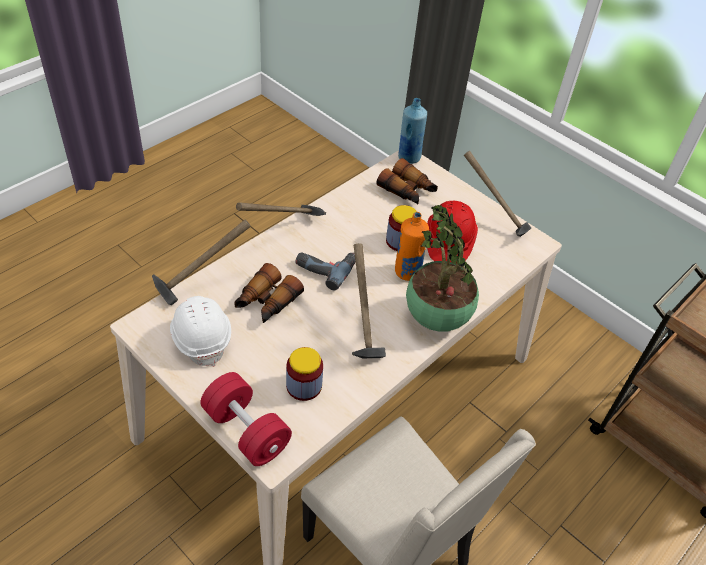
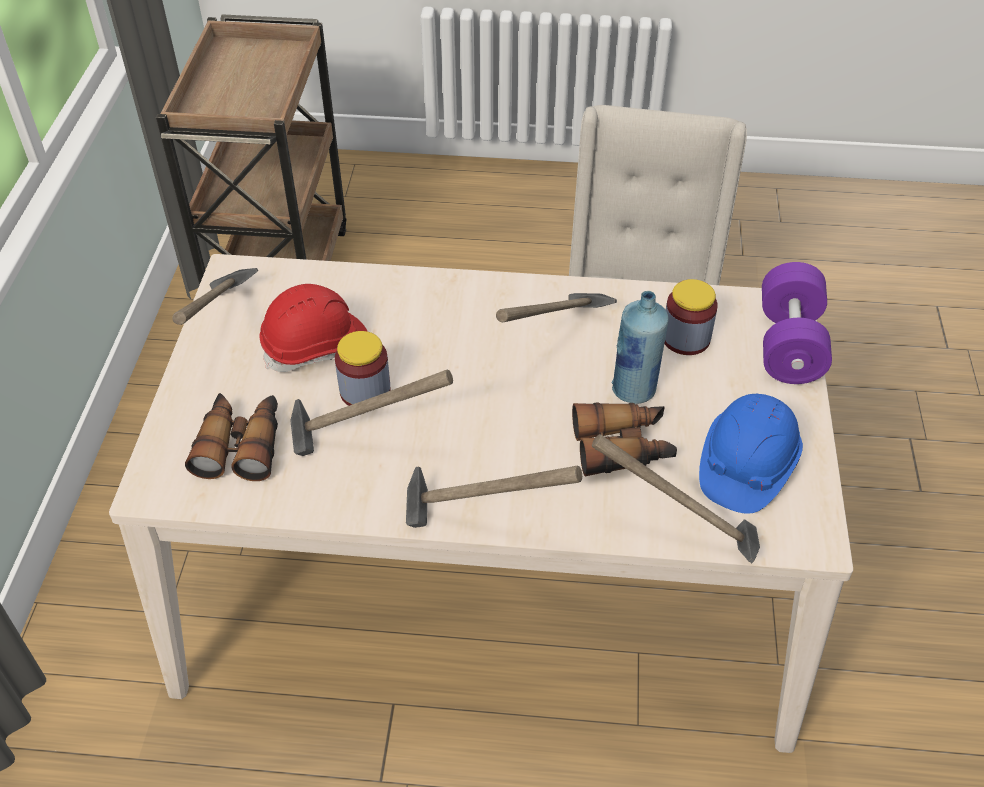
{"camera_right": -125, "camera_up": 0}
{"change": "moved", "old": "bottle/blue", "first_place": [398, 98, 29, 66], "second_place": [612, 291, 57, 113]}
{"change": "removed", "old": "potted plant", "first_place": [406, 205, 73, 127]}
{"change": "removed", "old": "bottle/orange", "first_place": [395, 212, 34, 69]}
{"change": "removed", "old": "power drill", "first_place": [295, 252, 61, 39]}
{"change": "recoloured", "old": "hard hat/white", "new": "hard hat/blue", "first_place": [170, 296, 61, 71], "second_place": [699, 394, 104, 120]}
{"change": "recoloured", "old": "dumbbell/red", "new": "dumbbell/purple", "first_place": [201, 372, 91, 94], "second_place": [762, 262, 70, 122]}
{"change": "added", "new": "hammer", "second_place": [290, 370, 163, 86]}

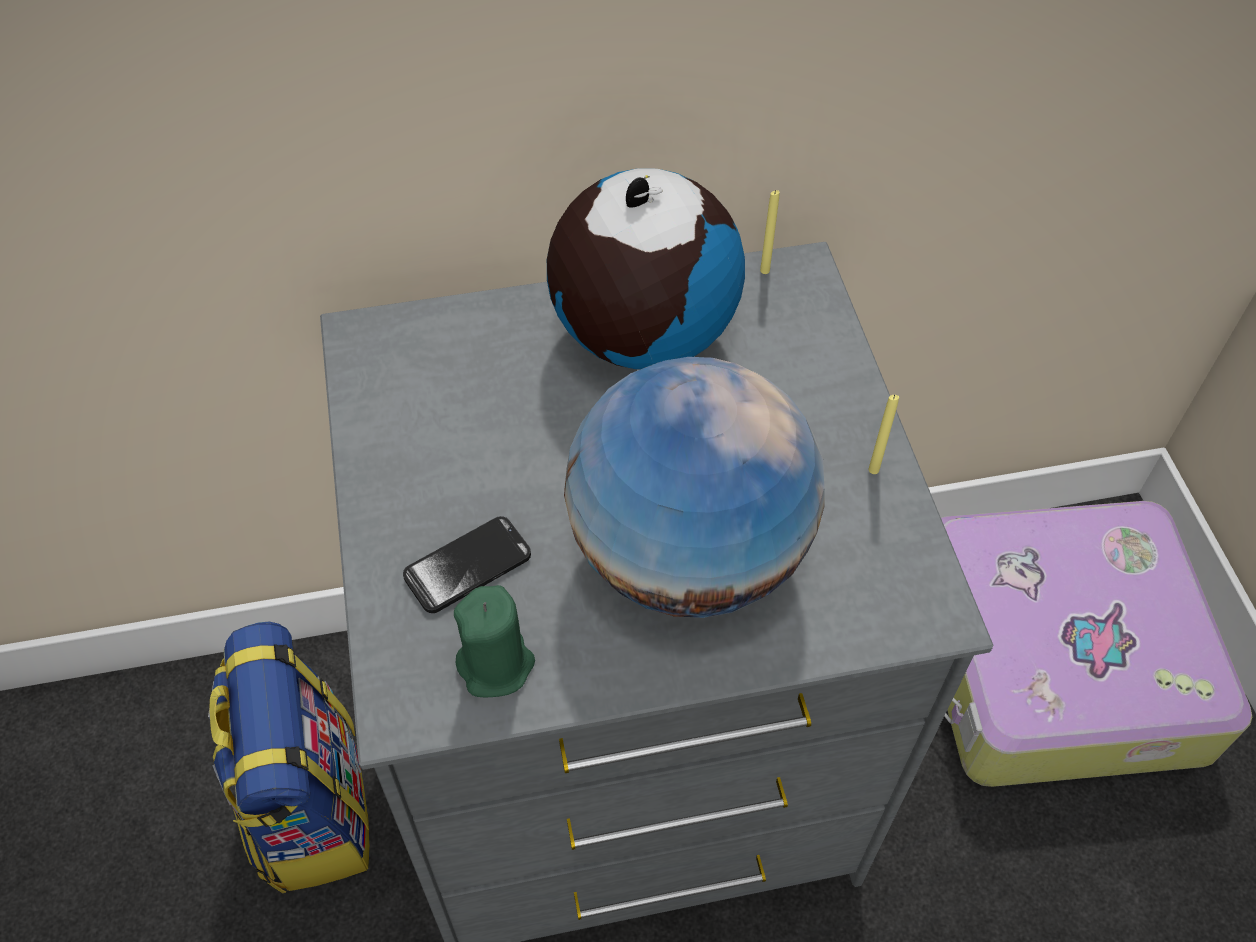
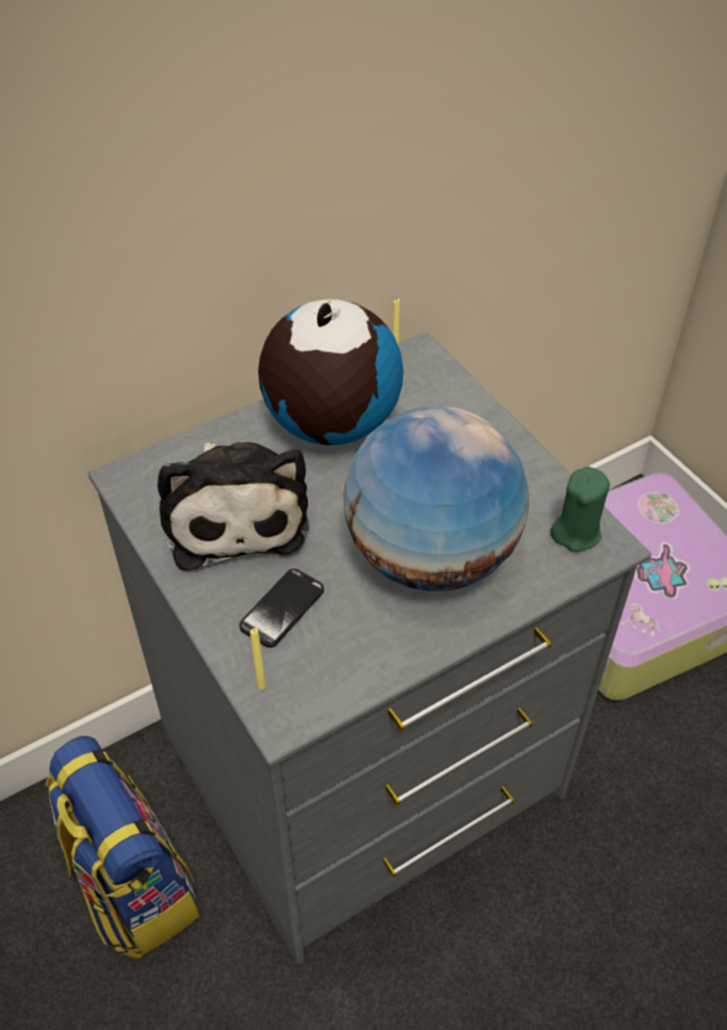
{"camera_right": -20, "camera_up": -5}
{"change": "moved", "old": "candle/yellow", "first_place": [869, 395, 30, 79], "second_place": [250, 628, 16, 62]}
{"change": "moved", "old": "candle/green", "first_place": [454, 585, 81, 112], "second_place": [551, 467, 59, 85]}
{"change": "added", "new": "plush toy", "second_place": [157, 442, 152, 128]}

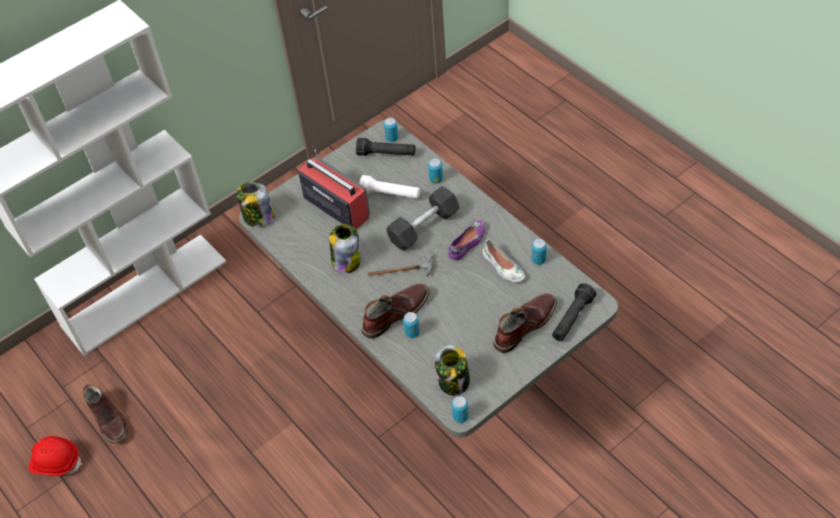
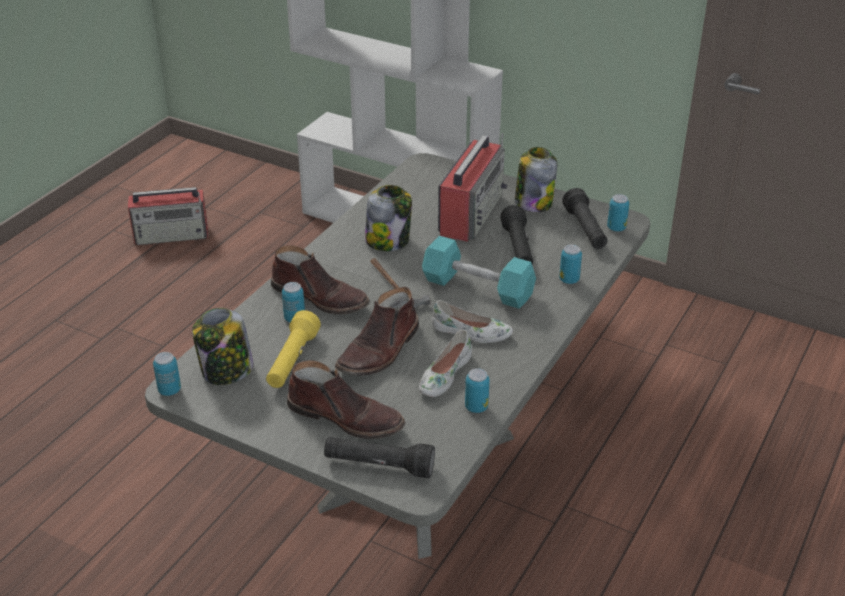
{"camera_right": 65, "camera_up": -15}
{"change": "recoloured", "old": "flashlight/white", "new": "flashlight/black", "first_place": [359, 175, 61, 24], "second_place": [500, 205, 33, 60]}
{"change": "moved", "old": "jar", "first_place": [237, 182, 37, 45], "second_place": [515, 147, 42, 65]}
{"change": "recoloured", "old": "dumbbell/black", "new": "dumbbell/turquoise", "first_place": [386, 186, 73, 65], "second_place": [422, 236, 114, 73]}
{"change": "recoloured", "old": "shoe/purple", "new": "shoe/white", "first_place": [448, 220, 37, 40], "second_place": [431, 300, 82, 43]}
{"change": "moved", "old": "boot/brown", "first_place": [83, 384, 44, 60], "second_place": [335, 287, 84, 89]}
{"change": "replaced", "old": "hard hat/red", "new": "radio", "first_place": [29, 436, 53, 40], "second_place": [128, 187, 80, 58]}
{"change": "added", "new": "flashlight/yellow", "second_place": [266, 310, 55, 78]}

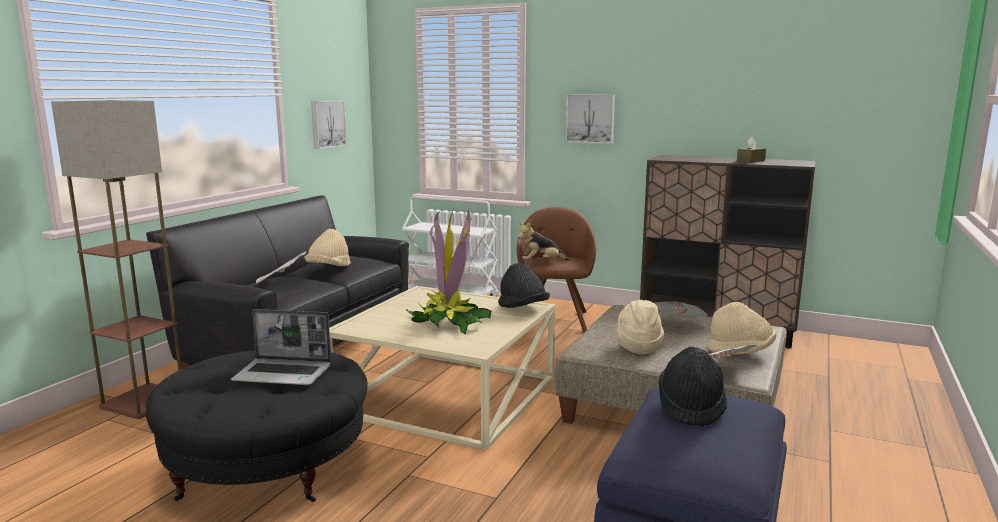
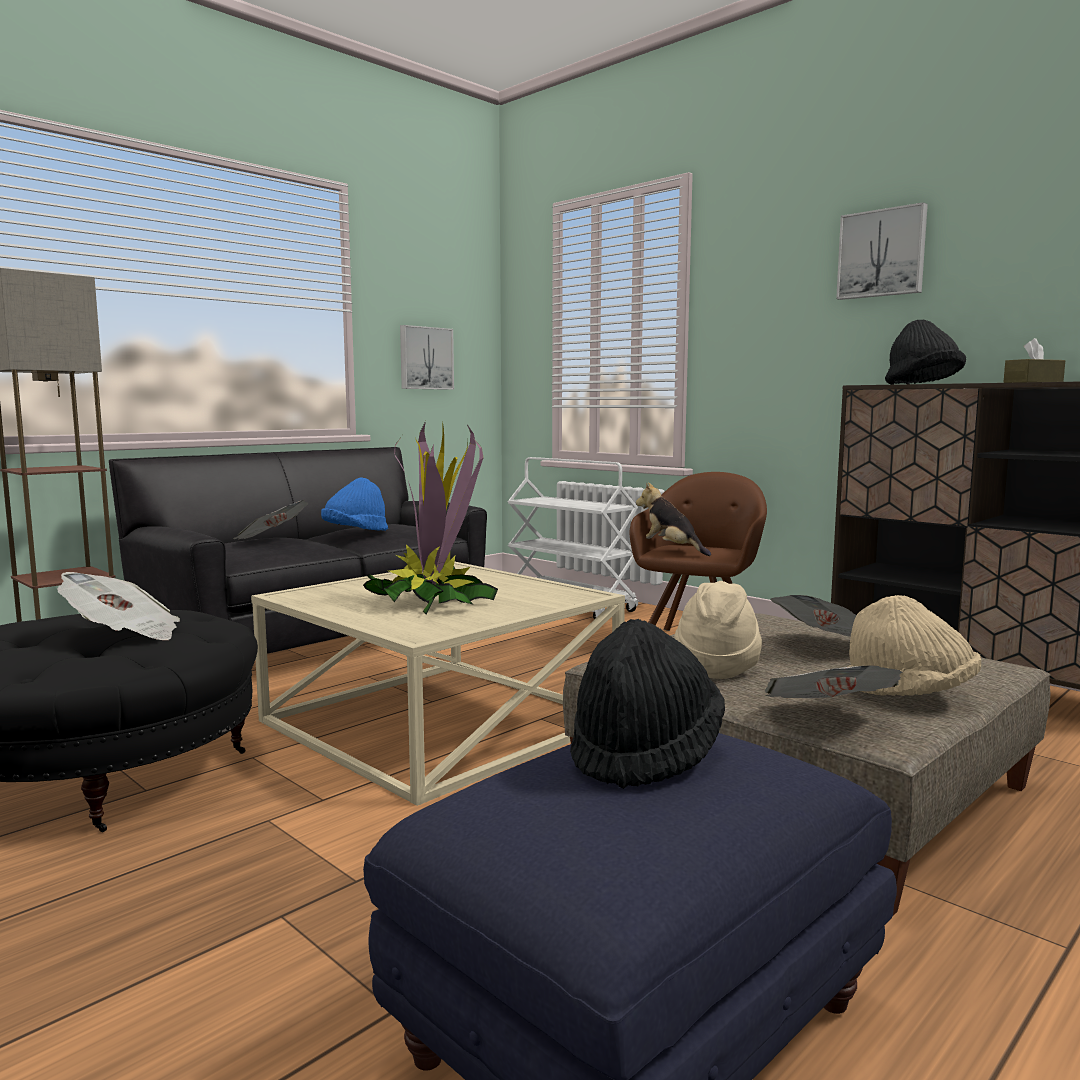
{"camera_right": 20, "camera_up": -5}
{"change": "moved", "old": "picture", "first_place": [566, 94, 49, 50], "second_place": [836, 202, 92, 98]}
{"change": "turned", "old": "plush toy", "first_place": [517, 222, 52, 39], "second_place": [636, 482, 75, 74], "degrees": 45}
{"change": "recoloured", "old": "hat/beige", "new": "hat/blue", "first_place": [305, 229, 46, 37], "second_place": [321, 478, 67, 53]}
{"change": "moved", "old": "hat/black", "first_place": [498, 263, 52, 45], "second_place": [885, 320, 81, 65]}
{"change": "replaced", "old": "laptop", "new": "newspaper", "first_place": [231, 309, 100, 76], "second_place": [57, 572, 123, 68]}

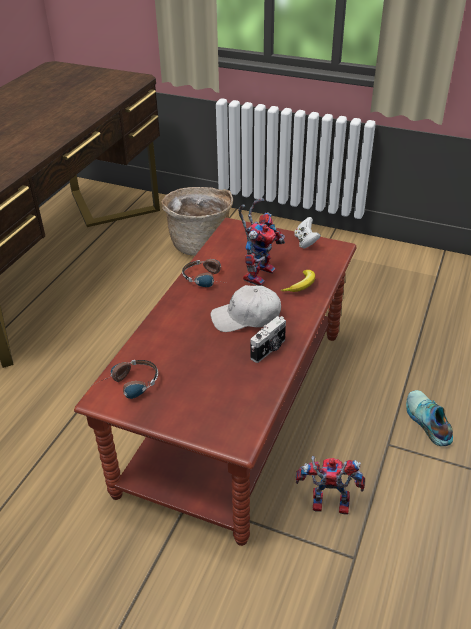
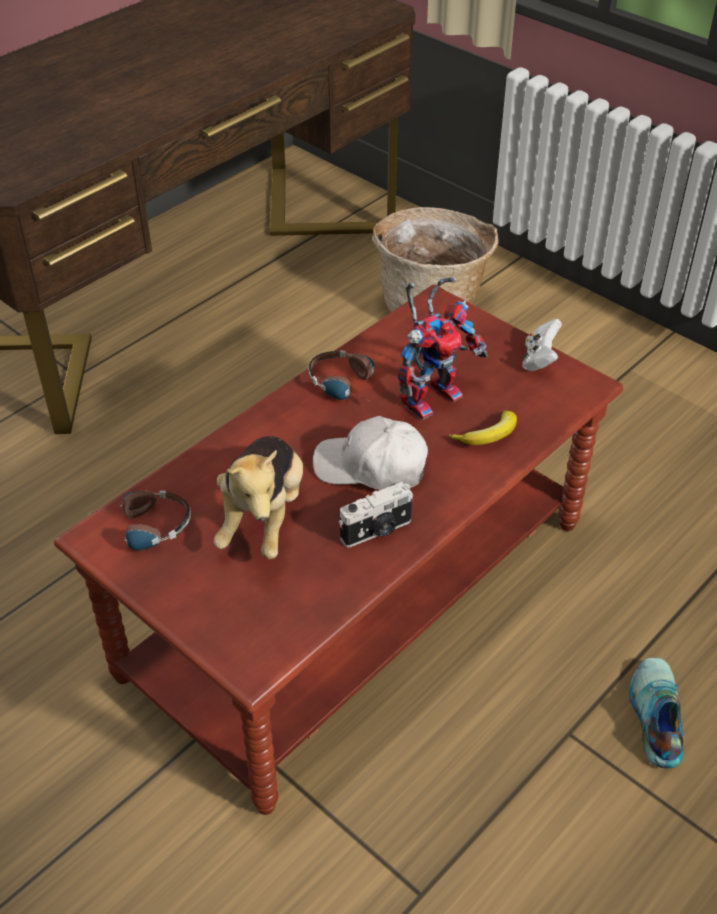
{"camera_right": 20, "camera_up": 5}
{"change": "removed", "old": "toy robot", "first_place": [296, 456, 69, 59]}
{"change": "added", "new": "plush toy", "second_place": [214, 436, 89, 123]}

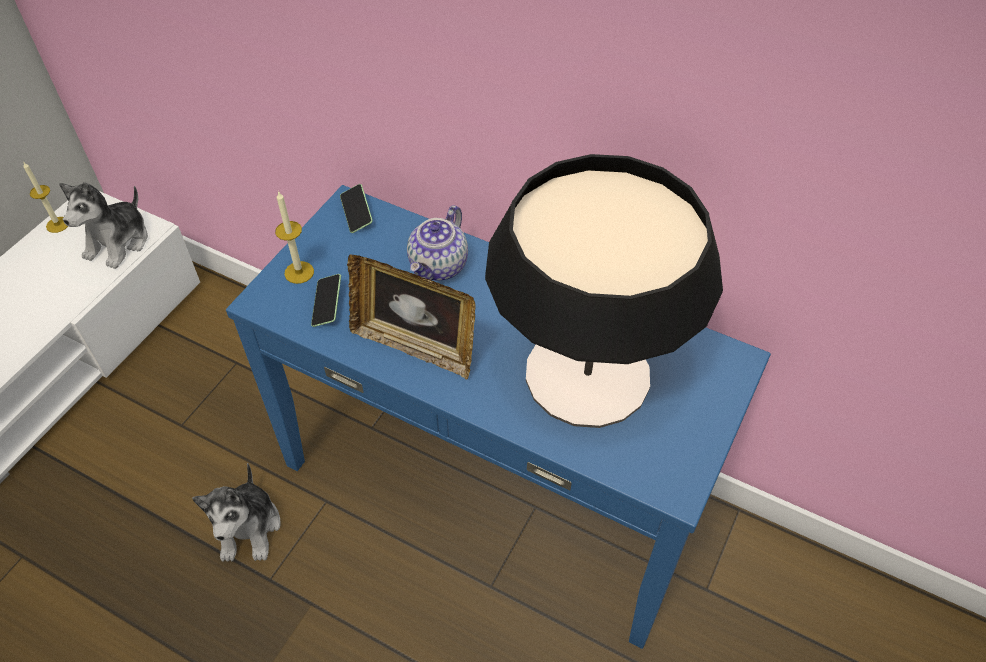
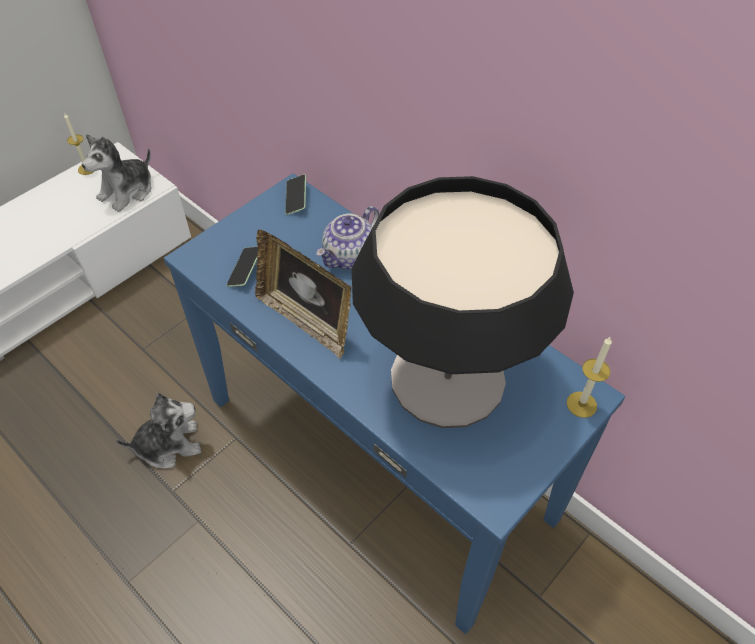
{"camera_right": 15, "camera_up": 0}
{"change": "moved", "old": "candle", "first_place": [275, 191, 39, 93], "second_place": [567, 336, 45, 82]}
{"change": "turned", "old": "plush toy", "first_place": [192, 463, 88, 99], "second_place": [116, 393, 85, 75], "degrees": -120}

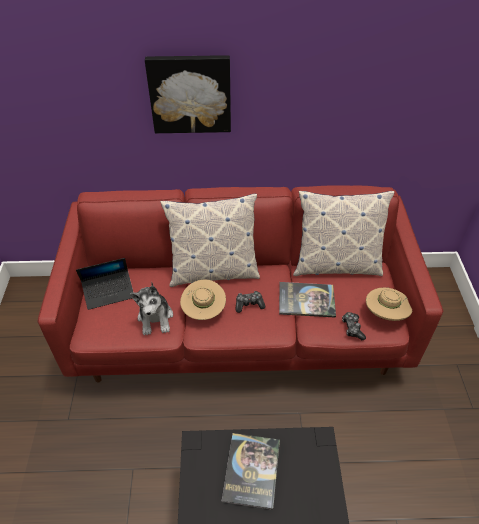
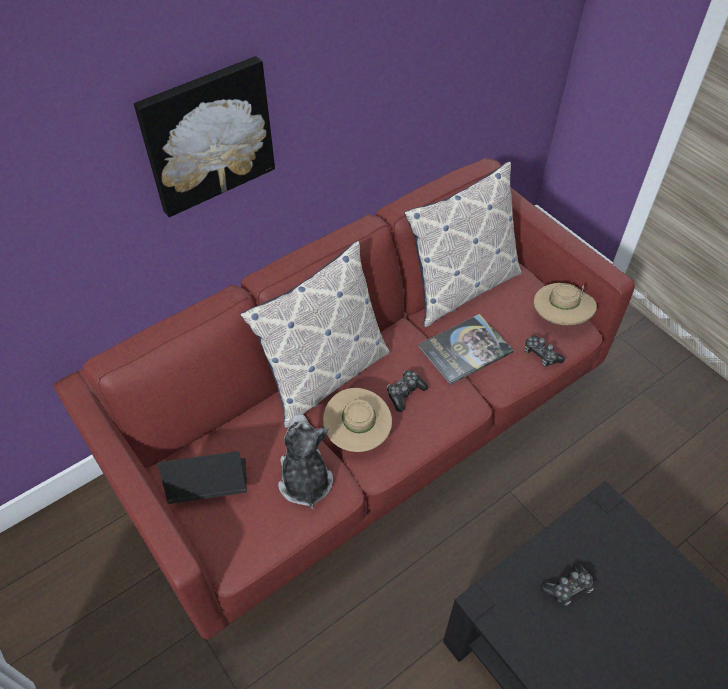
{"camera_right": -35, "camera_up": 5}
{"change": "turned", "old": "laptop", "first_place": [76, 258, 58, 52], "second_place": [158, 451, 89, 53], "degrees": -135}
{"change": "turned", "old": "plush toy", "first_place": [130, 282, 43, 53], "second_place": [278, 414, 55, 95], "degrees": -150}
{"change": "replaced", "old": "book", "new": "game controller", "first_place": [222, 433, 58, 77], "second_place": [540, 564, 54, 42]}

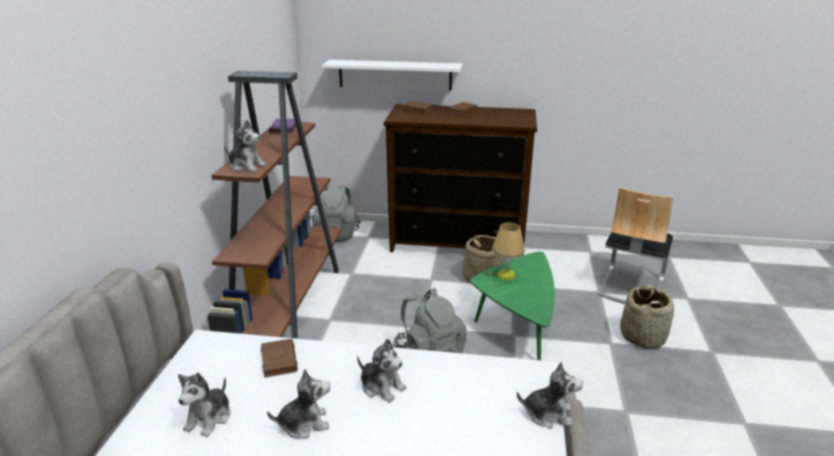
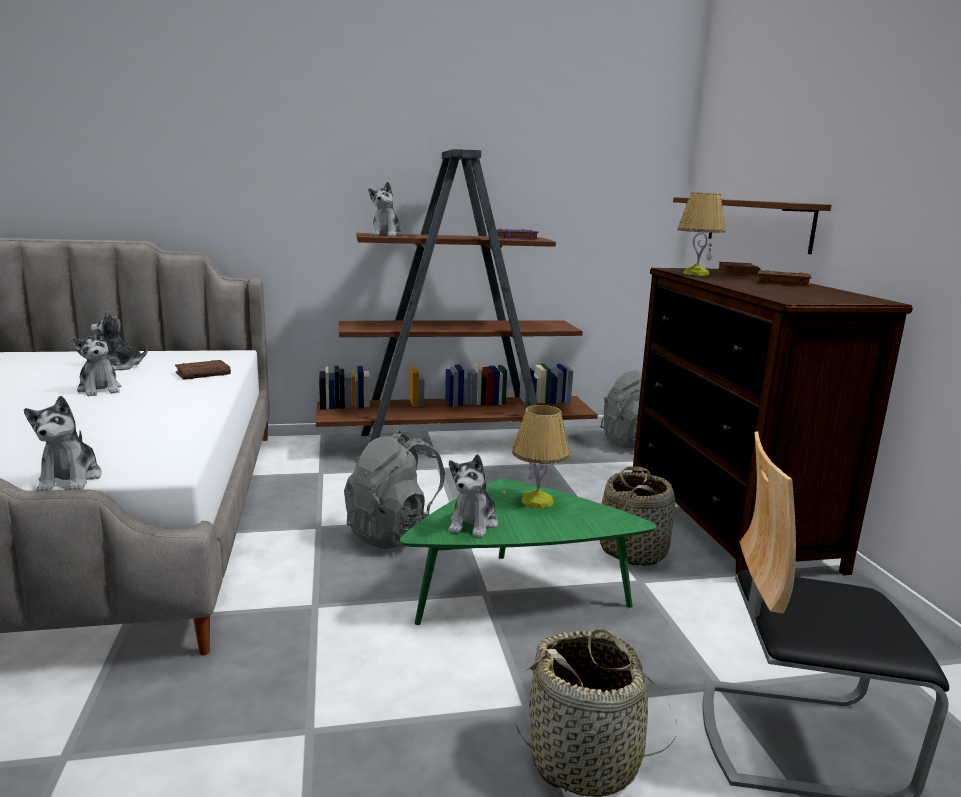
{"camera_right": 70, "camera_up": -10}
{"change": "recoloured", "old": "shelf/white", "new": "shelf/brown", "first_place": [322, 60, 140, 31], "second_place": [673, 197, 159, 57]}
{"change": "moved", "old": "plush toy", "first_place": [357, 338, 50, 65], "second_place": [448, 455, 50, 83]}
{"change": "added", "new": "table lamp", "second_place": [677, 192, 49, 84]}

